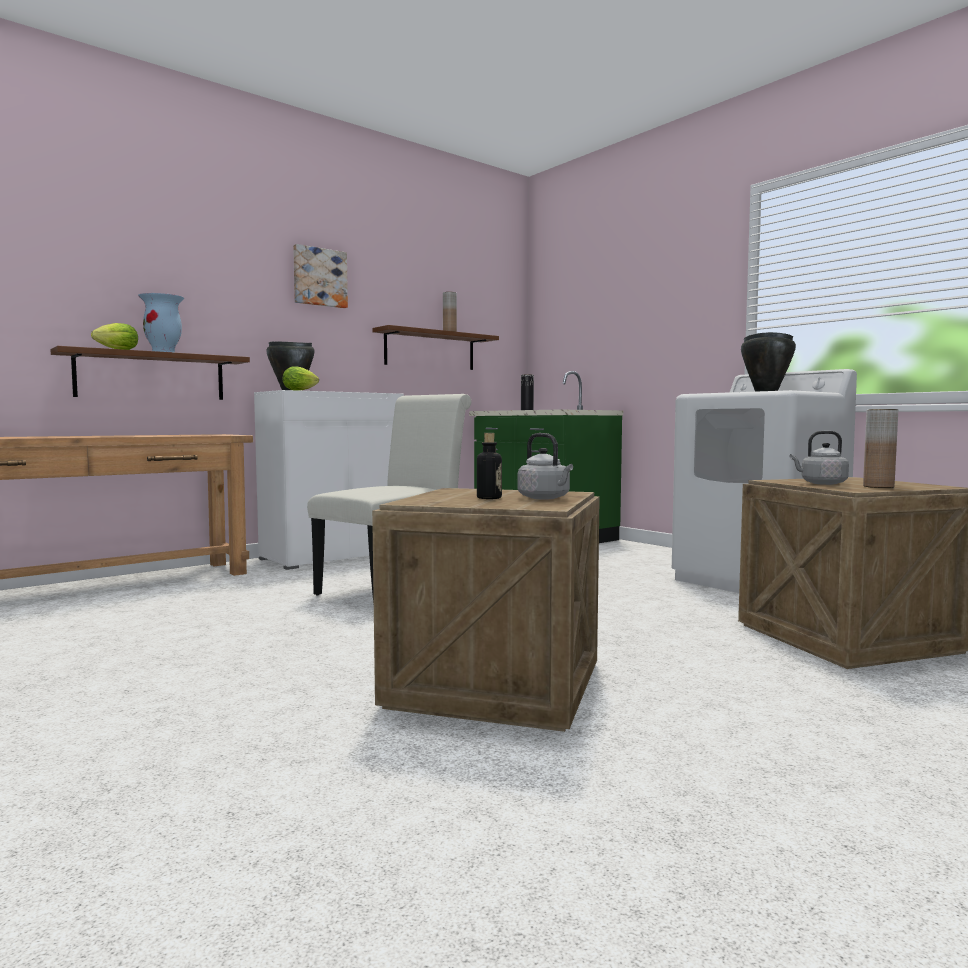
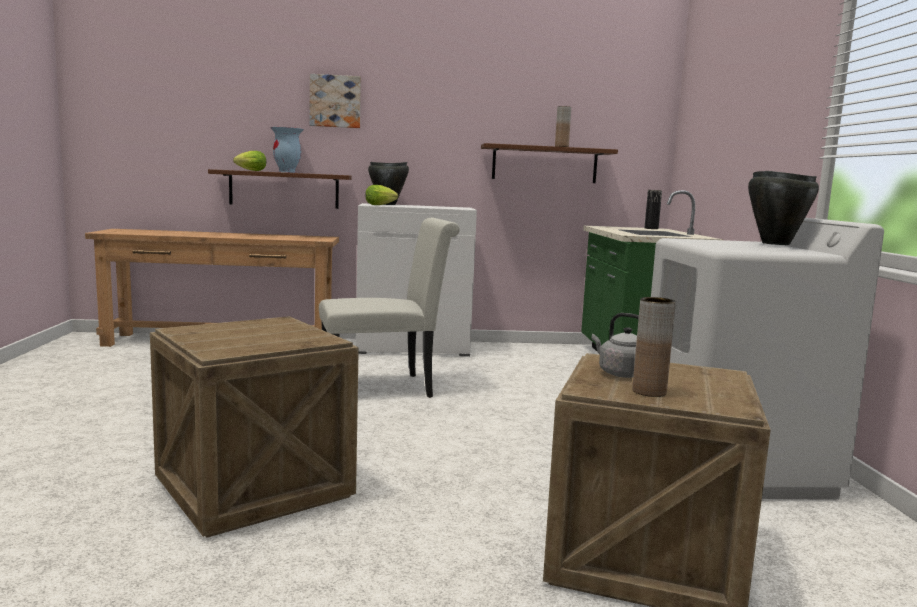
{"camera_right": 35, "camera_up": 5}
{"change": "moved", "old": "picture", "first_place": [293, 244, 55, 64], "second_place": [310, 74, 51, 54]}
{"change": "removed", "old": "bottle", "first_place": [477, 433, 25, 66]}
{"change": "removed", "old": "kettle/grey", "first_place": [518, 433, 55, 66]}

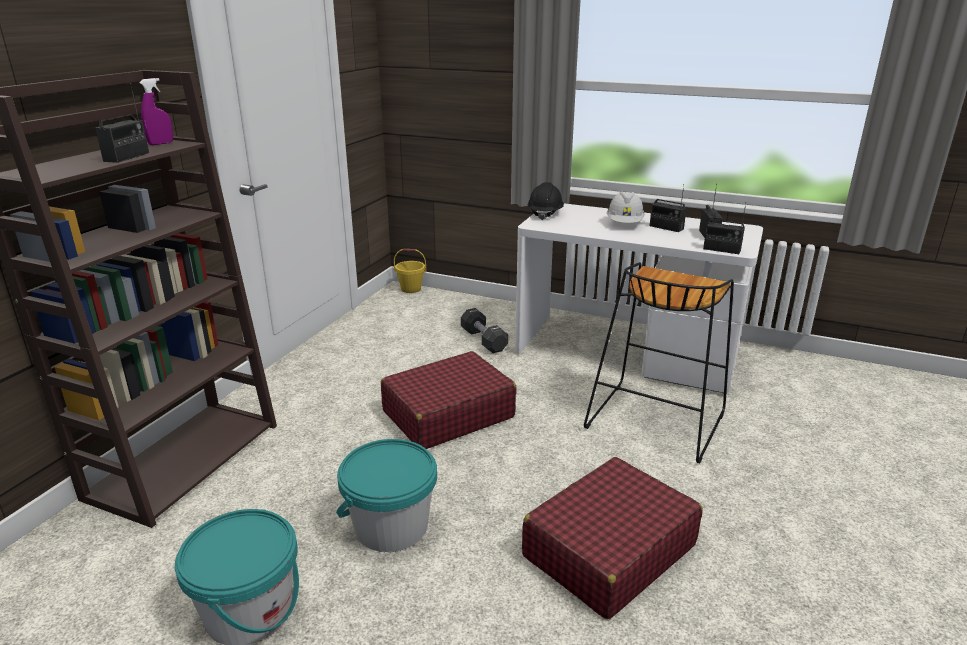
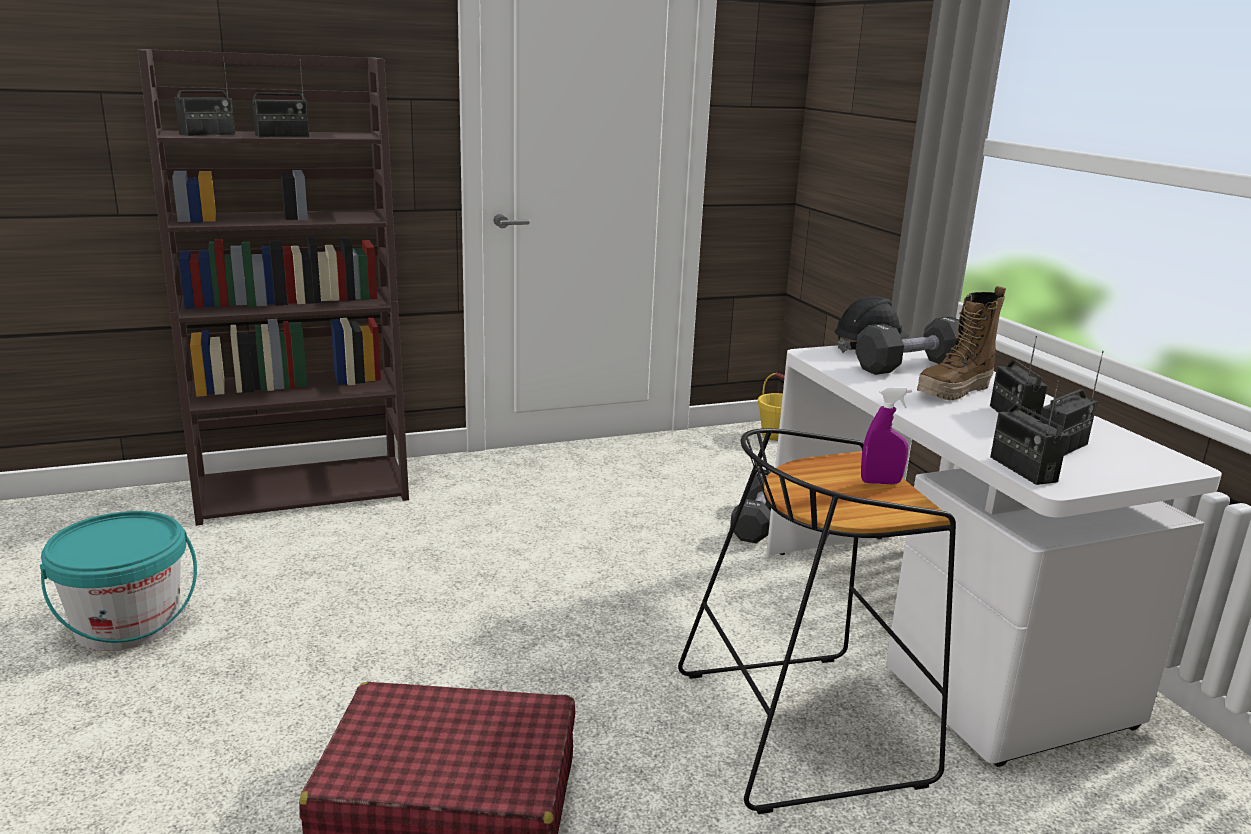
{"camera_right": 45, "camera_up": -5}
{"change": "moved", "old": "spray bottle/purple", "first_place": [139, 78, 34, 67], "second_place": [861, 387, 51, 97]}
{"change": "replaced", "old": "hard hat/white", "new": "boot", "first_place": [607, 191, 38, 32], "second_place": [917, 286, 89, 114]}
{"change": "removed", "old": "suitcase/red", "first_place": [381, 351, 136, 98]}
{"change": "removed", "old": "bucket/turquoise", "first_place": [336, 439, 101, 113]}
{"change": "added", "new": "radio", "second_place": [175, 56, 60, 80]}
{"change": "added", "new": "dumbbell/black", "second_place": [855, 316, 104, 59]}

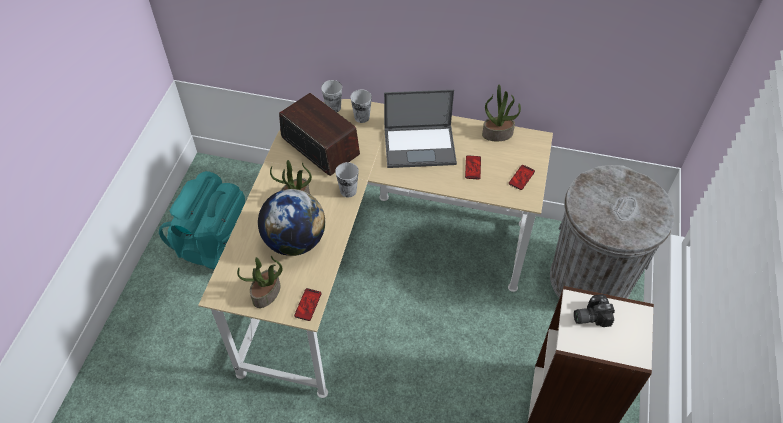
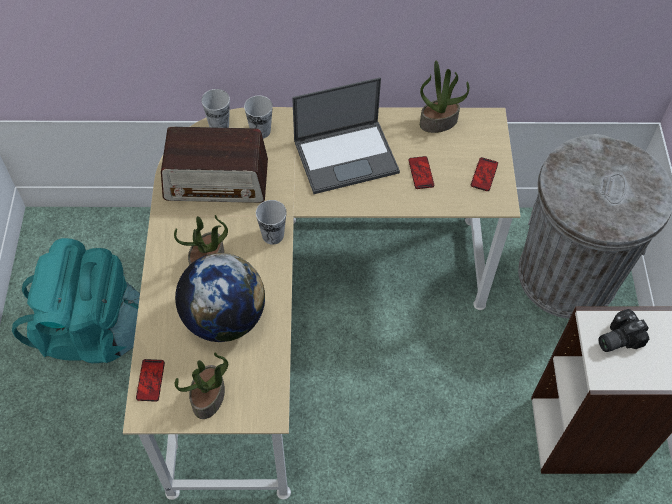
{"camera_right": -15, "camera_up": 5}
{"change": "turned", "old": "radio", "first_place": [279, 93, 81, 83], "second_place": [161, 127, 107, 76], "degrees": 150}
{"change": "moved", "old": "phone", "first_place": [294, 288, 28, 33], "second_place": [136, 359, 29, 43]}

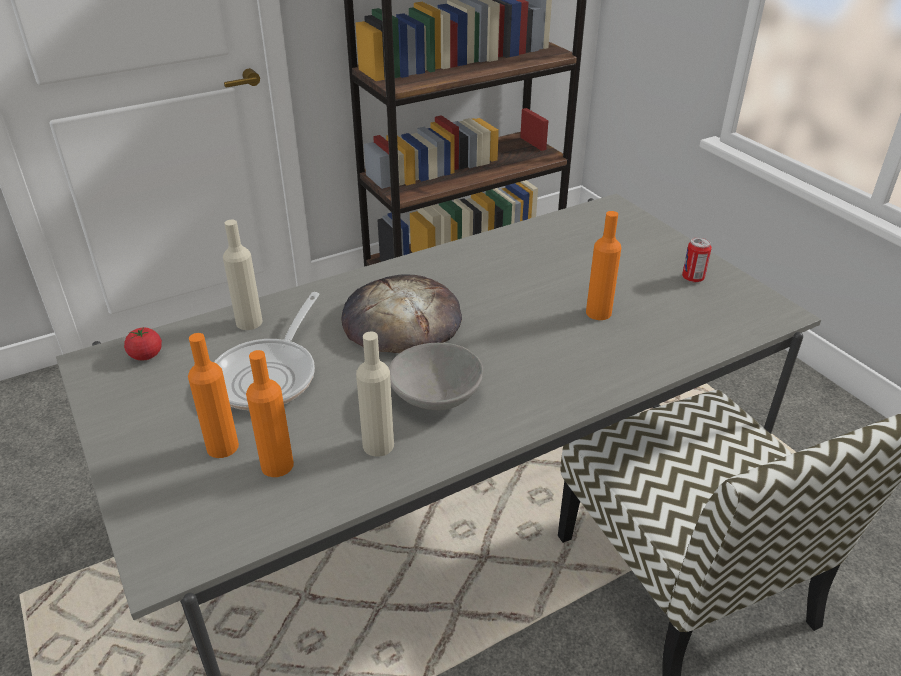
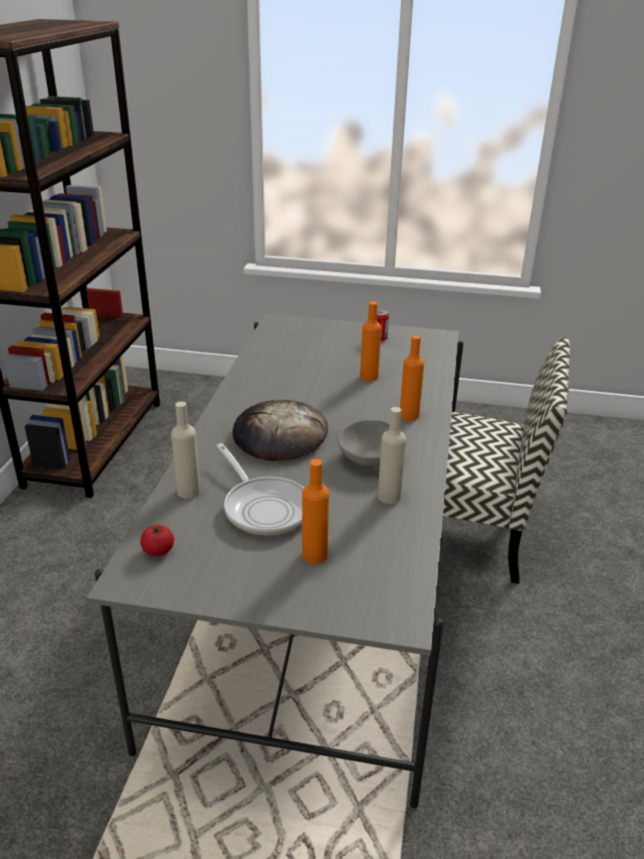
{"camera_right": -50, "camera_up": -5}
{"change": "moved", "old": "bottle/orange", "first_place": [246, 350, 48, 127], "second_place": [400, 335, 24, 86]}

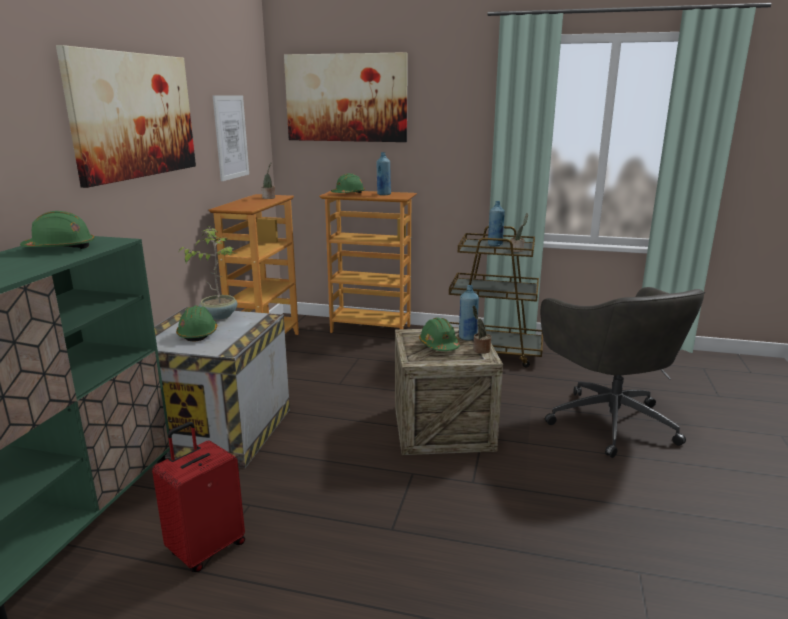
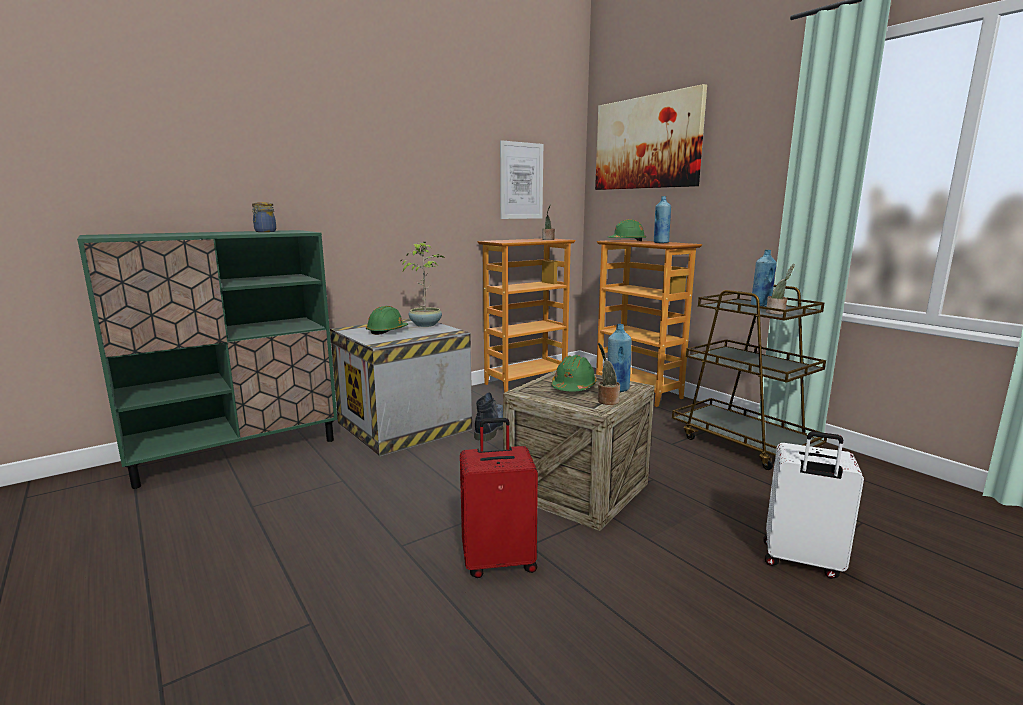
{"camera_right": 40, "camera_up": -5}
{"change": "removed", "old": "picture", "first_place": [56, 45, 140, 143]}
{"change": "replaced", "old": "hard hat/green", "new": "jar", "first_place": [20, 211, 75, 38], "second_place": [252, 202, 24, 30]}
{"change": "replaced", "old": "office chair/grey", "new": "suitcase/white", "first_place": [540, 287, 165, 171], "second_place": [763, 431, 101, 148]}
{"change": "moved", "old": "suitcase/red", "first_place": [152, 422, 93, 150], "second_place": [460, 418, 78, 160]}
{"change": "added", "new": "boot", "second_place": [474, 392, 29, 49]}

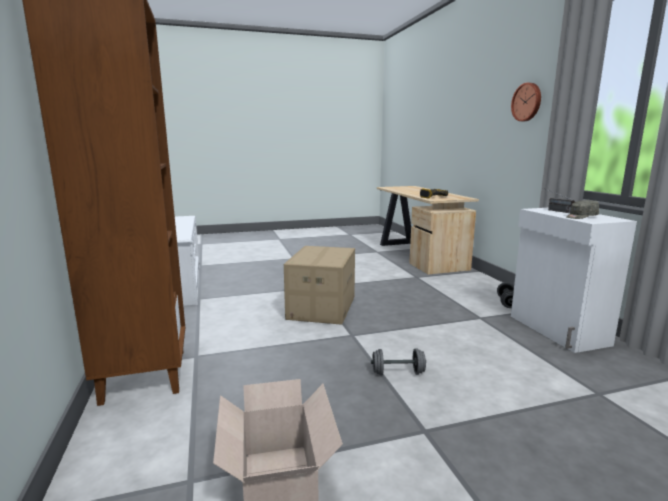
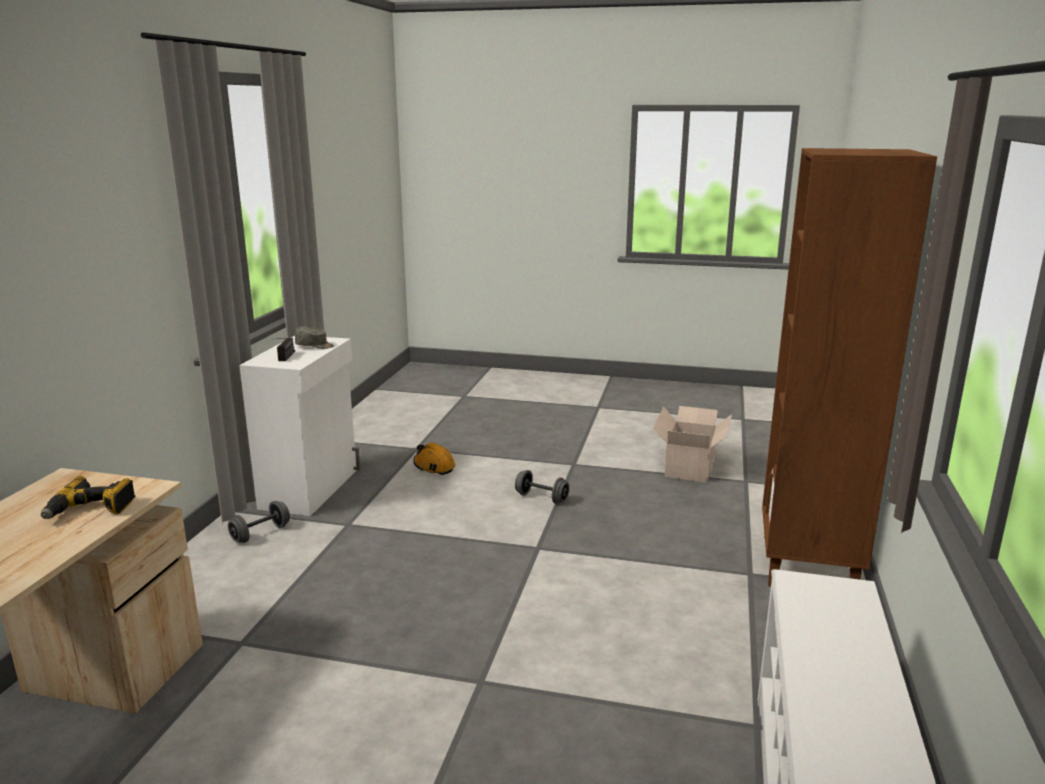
{"camera_right": -150, "camera_up": 5}
{"change": "removed", "old": "wall clock", "first_place": [511, 83, 30, 38]}
{"change": "removed", "old": "cardboard box", "first_place": [284, 246, 71, 79]}
{"change": "added", "new": "hard hat/orange", "second_place": [413, 443, 42, 32]}

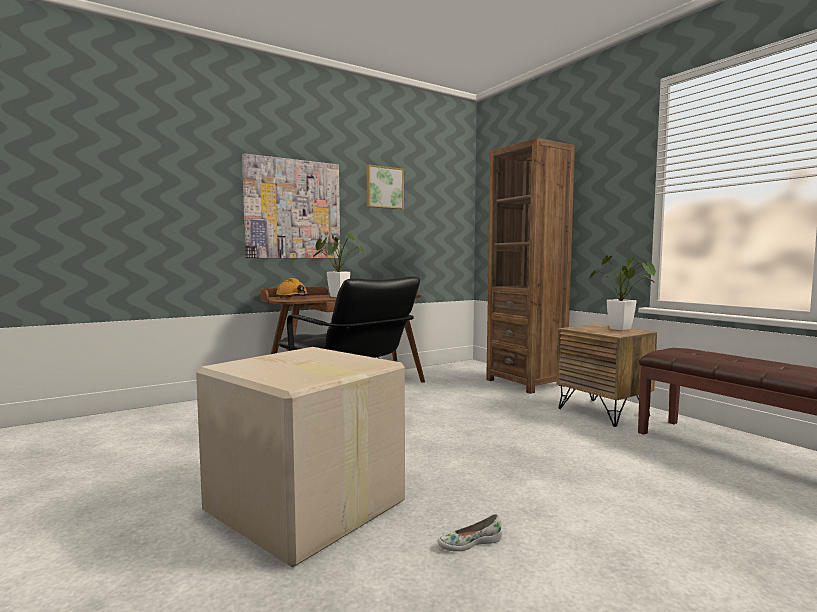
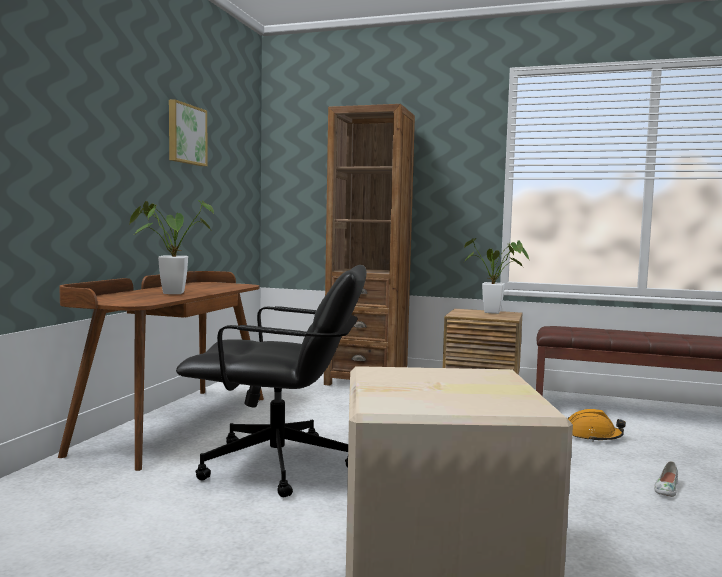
{"camera_right": -40, "camera_up": 0}
{"change": "removed", "old": "picture", "first_place": [242, 153, 98, 105]}
{"change": "moved", "old": "hard hat/orange", "first_place": [276, 278, 34, 20], "second_place": [568, 409, 58, 33]}
{"change": "moved", "old": "shoe/white", "first_place": [437, 514, 65, 38], "second_place": [654, 461, 24, 36]}

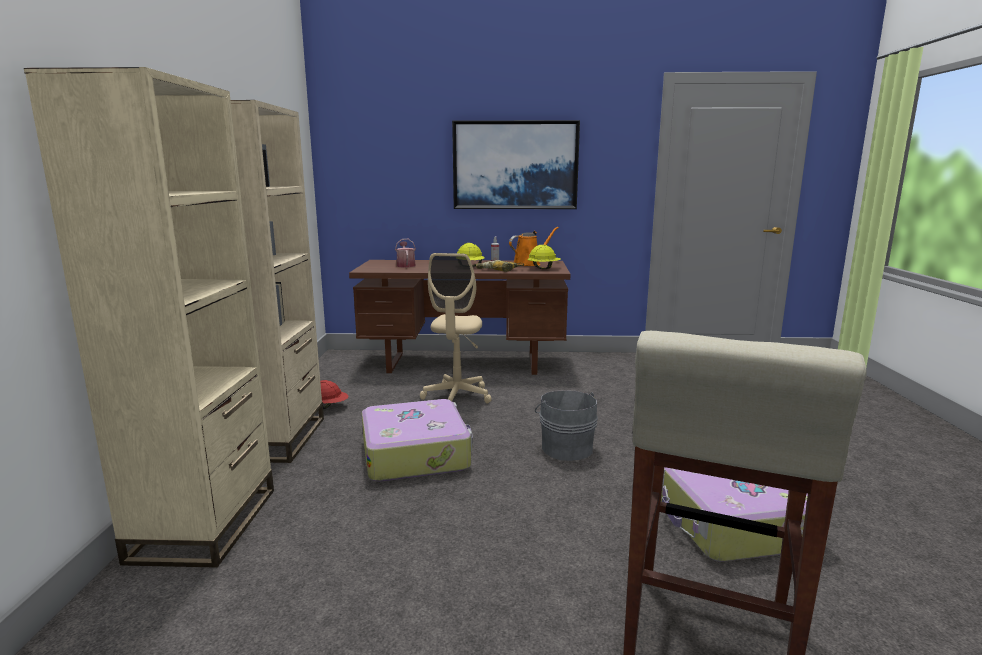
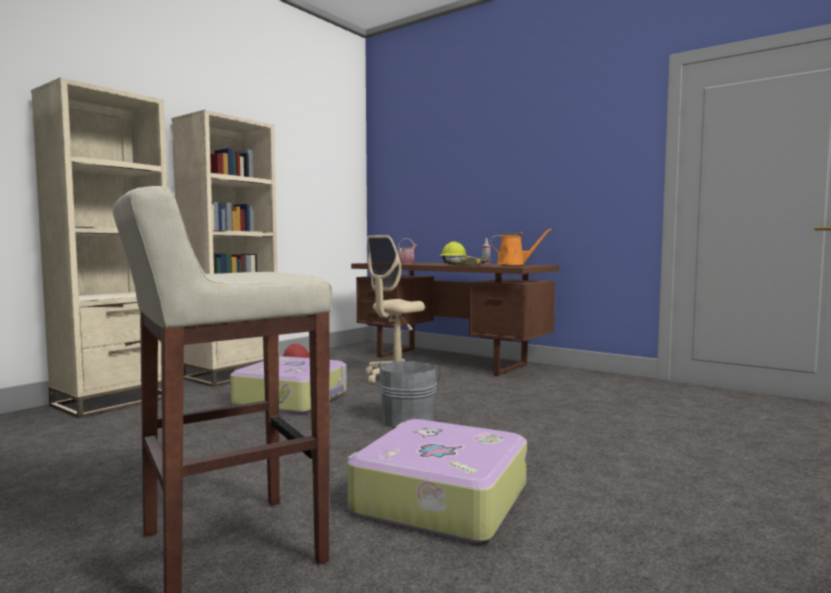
{"camera_right": 35, "camera_up": -10}
{"change": "removed", "old": "picture", "first_place": [452, 120, 128, 89]}
{"change": "removed", "old": "hard hat/yellow", "first_place": [528, 245, 32, 24]}

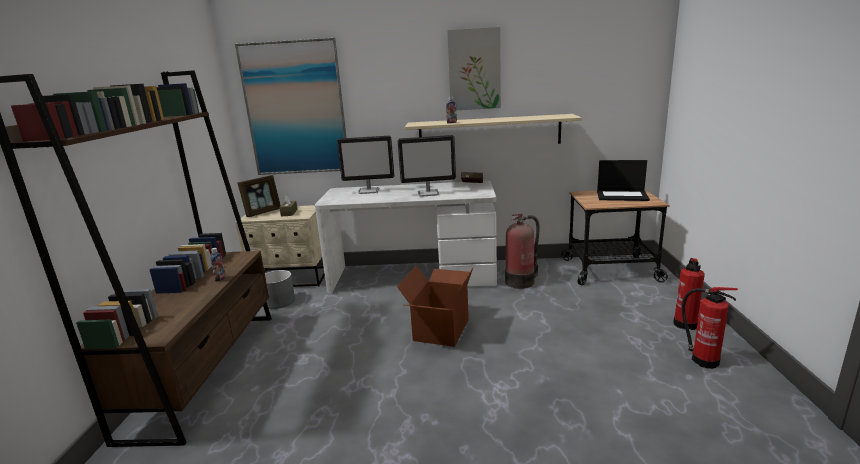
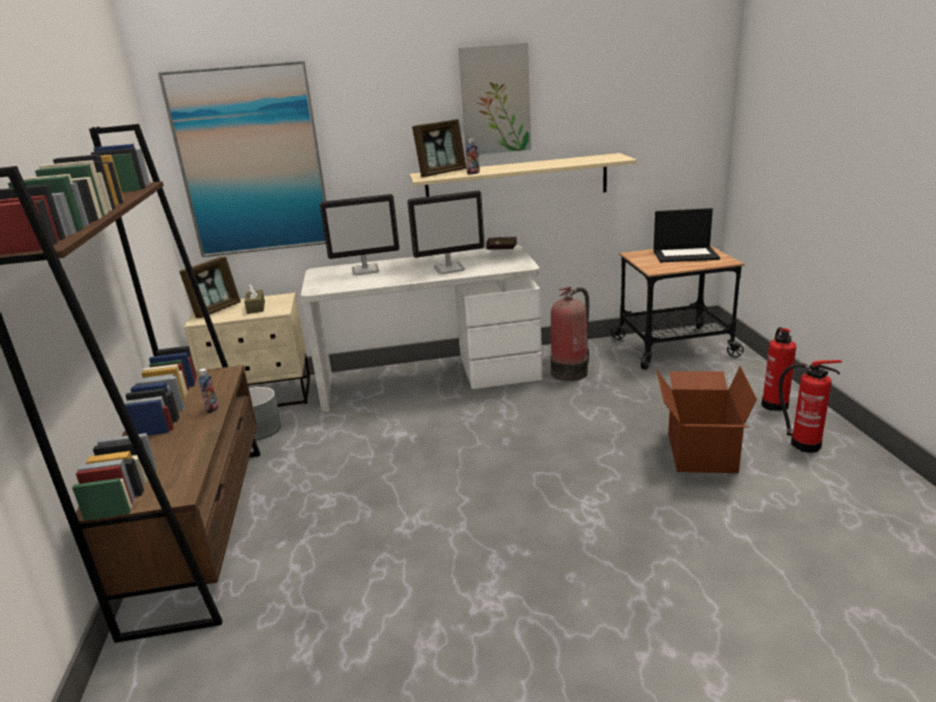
{"camera_right": -10, "camera_up": 5}
{"change": "moved", "old": "cardboard box", "first_place": [397, 265, 76, 82], "second_place": [656, 366, 101, 107]}
{"change": "added", "new": "picture frame", "second_place": [412, 119, 54, 58]}

